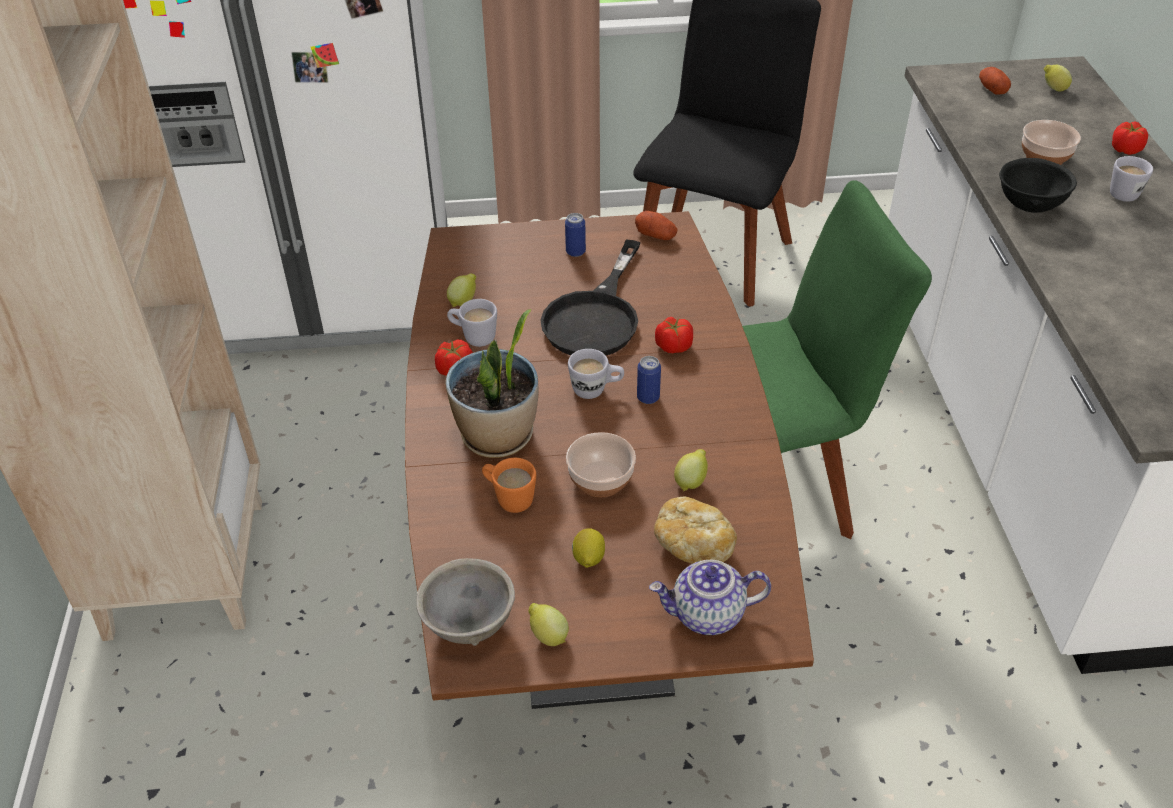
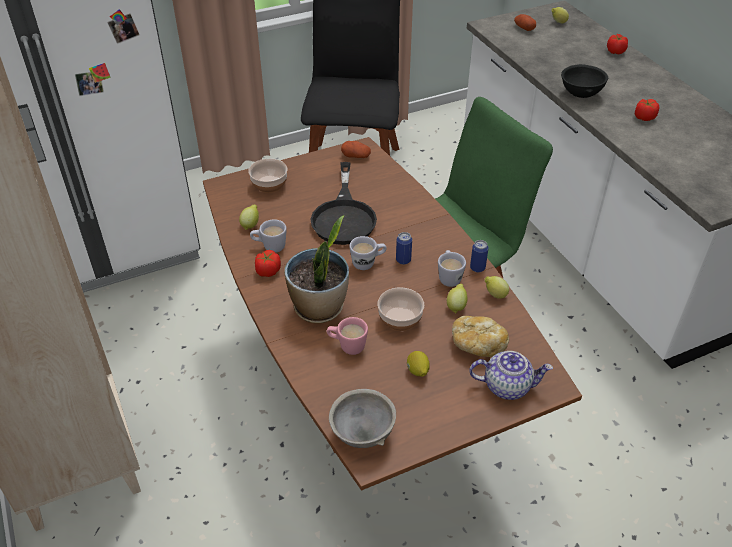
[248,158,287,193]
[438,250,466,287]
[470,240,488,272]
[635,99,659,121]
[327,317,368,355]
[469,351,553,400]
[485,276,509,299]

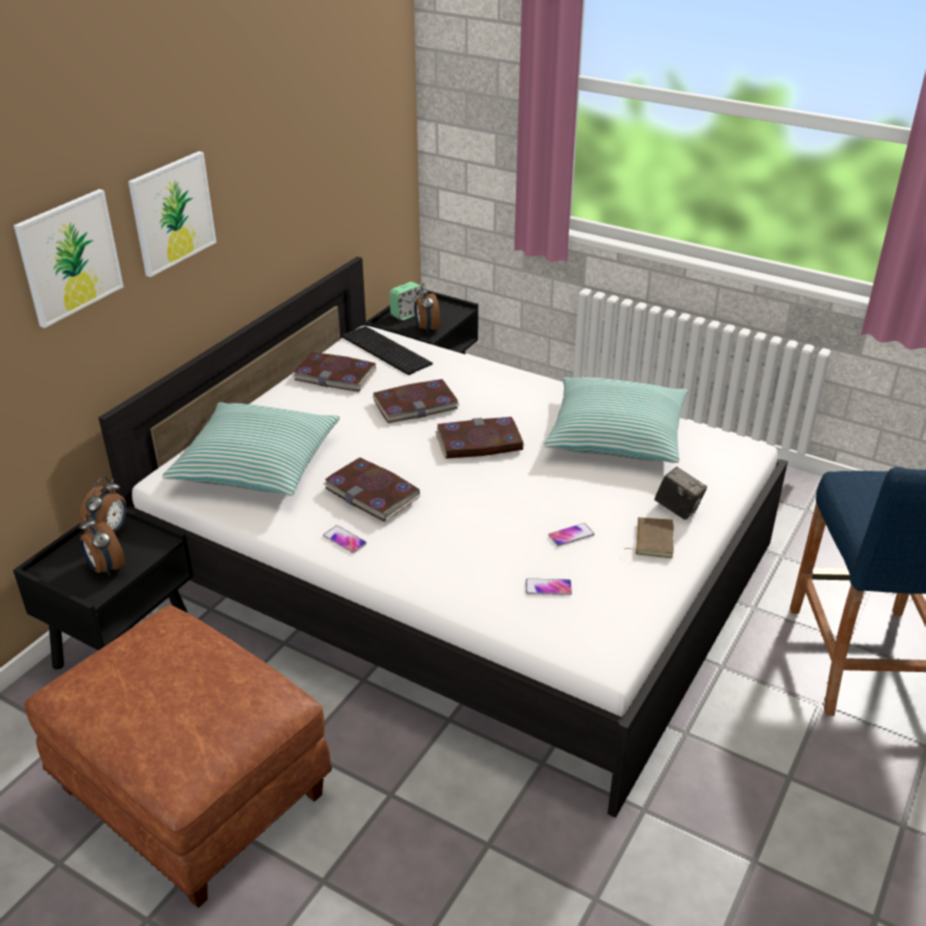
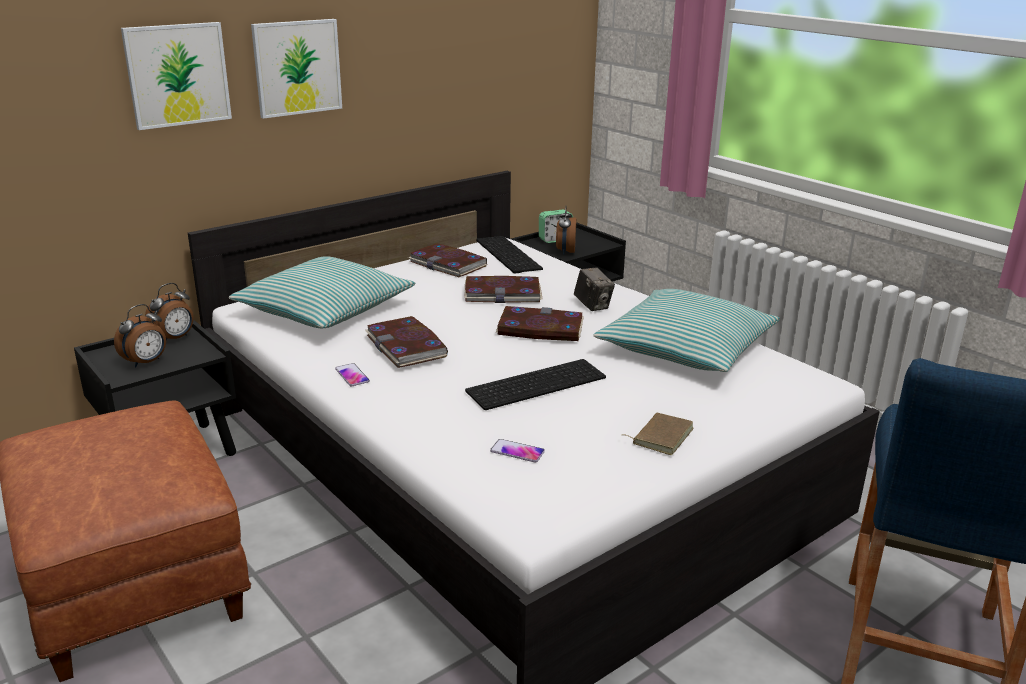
[574,267,615,311]
[114,304,166,367]
[548,523,594,546] (first image)
[465,359,606,410]

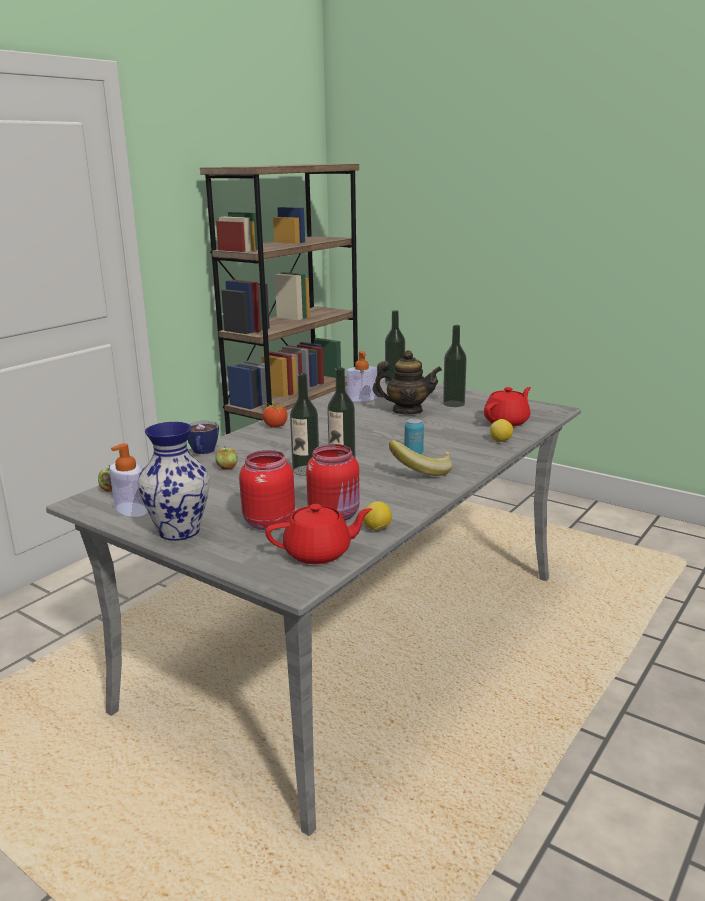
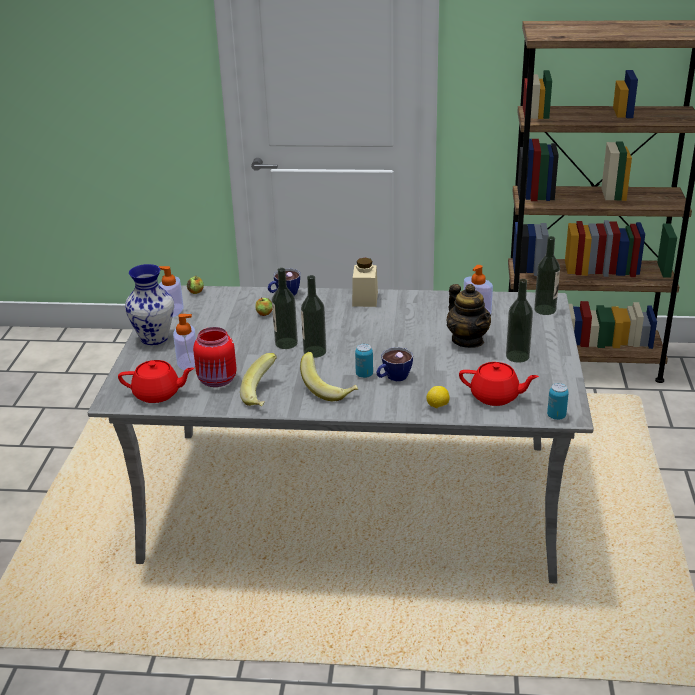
[352,258,378,307]
[173,314,196,370]
[363,502,392,530] (first image)
[118,360,194,403]
[376,347,413,381]
[240,353,277,407]
[547,383,569,420]

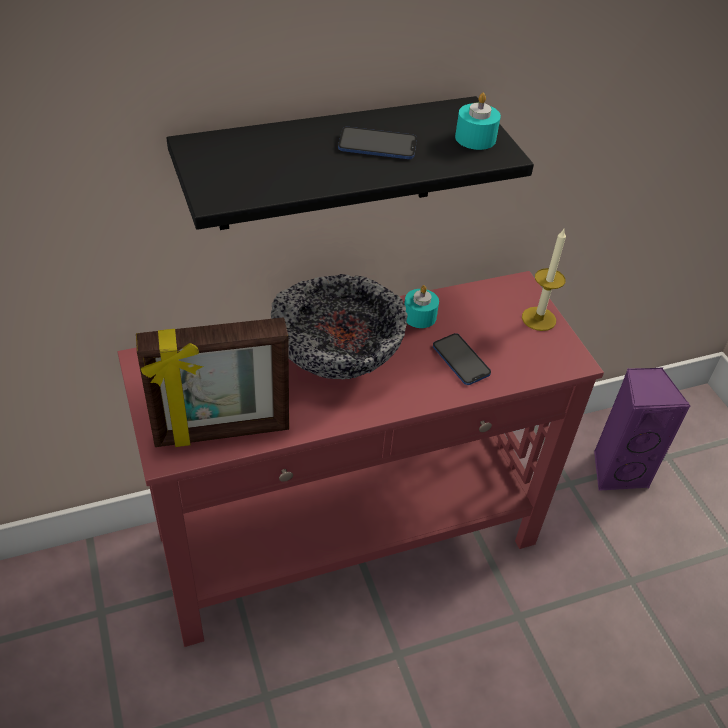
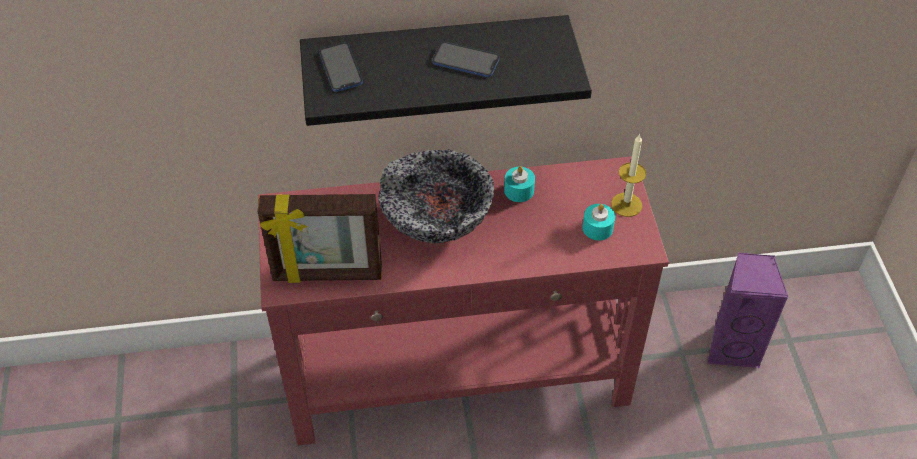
[582,204,615,240]
[319,43,363,92]

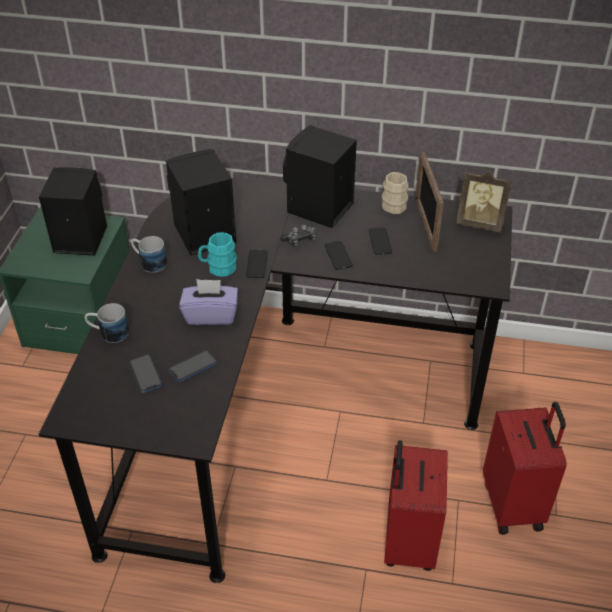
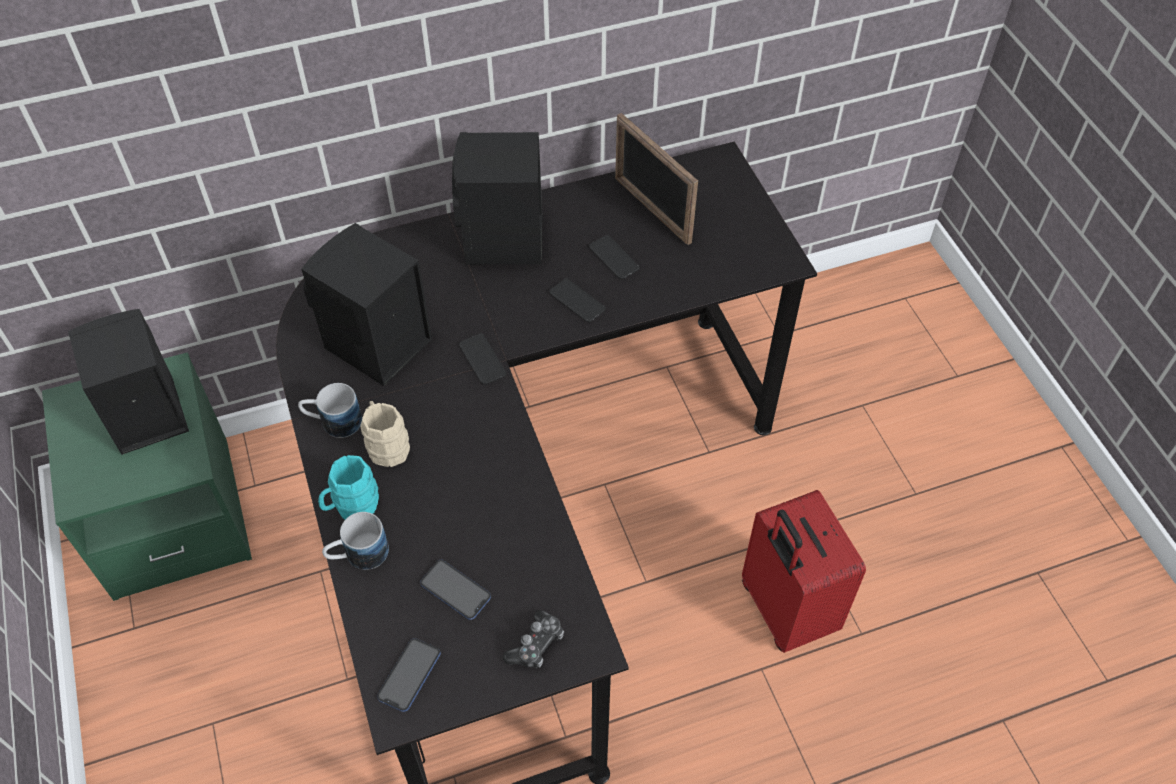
[456,171,512,232] (first image)
[360,401,410,467]
[503,610,564,668]
[318,455,379,519]
[179,279,238,325] (first image)
[377,638,441,712]
[483,402,567,535] (first image)

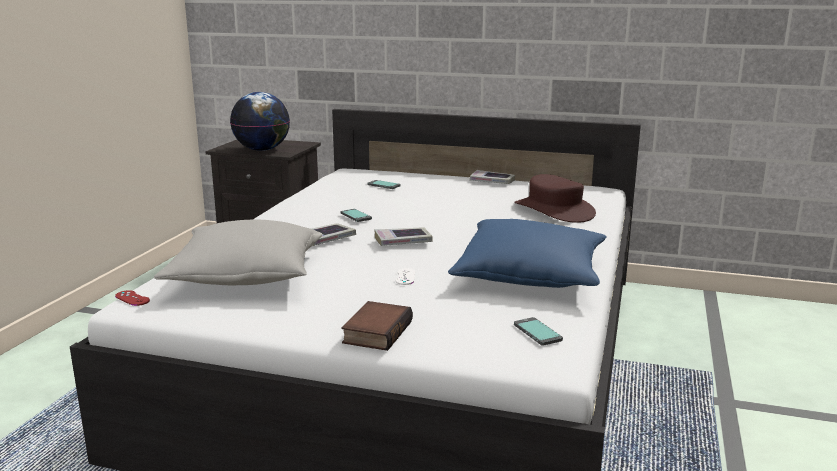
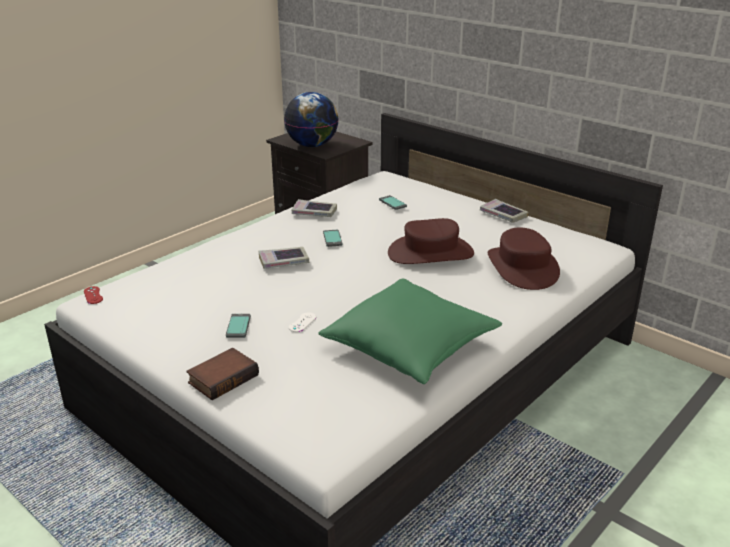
[318,278,502,384]
[154,220,322,285] (first image)
[292,199,337,217]
[226,314,251,338]
[388,218,474,264]

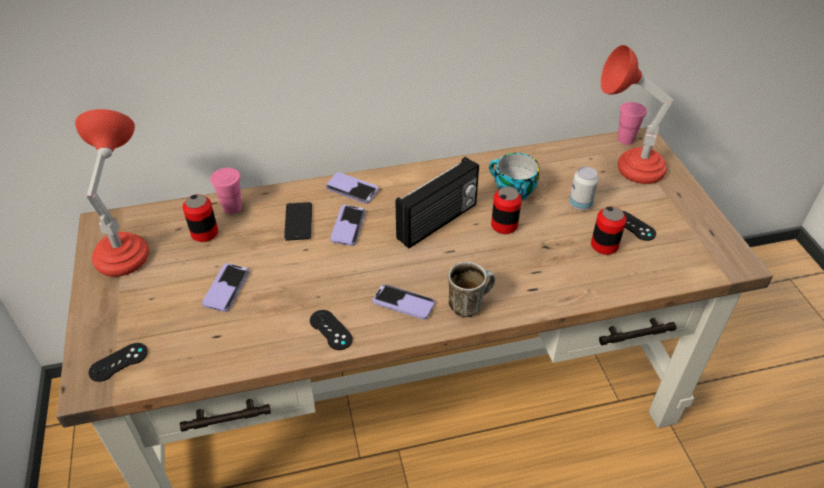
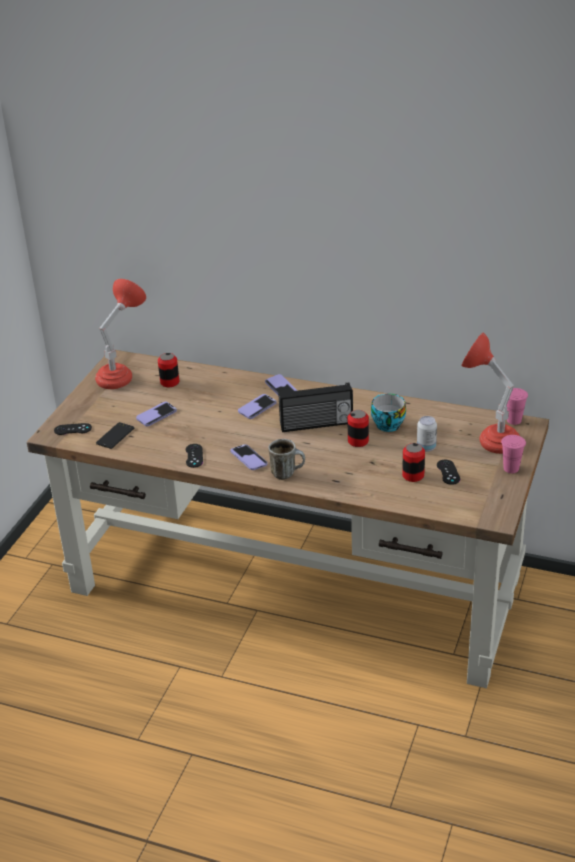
[501,435,526,473]
[96,422,135,449]

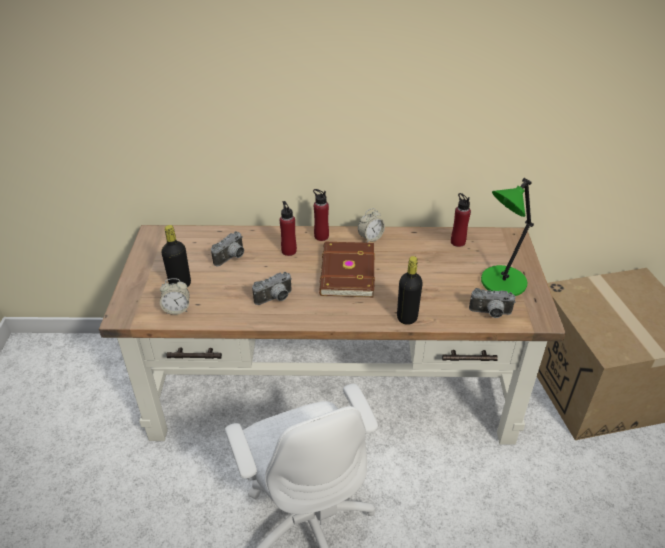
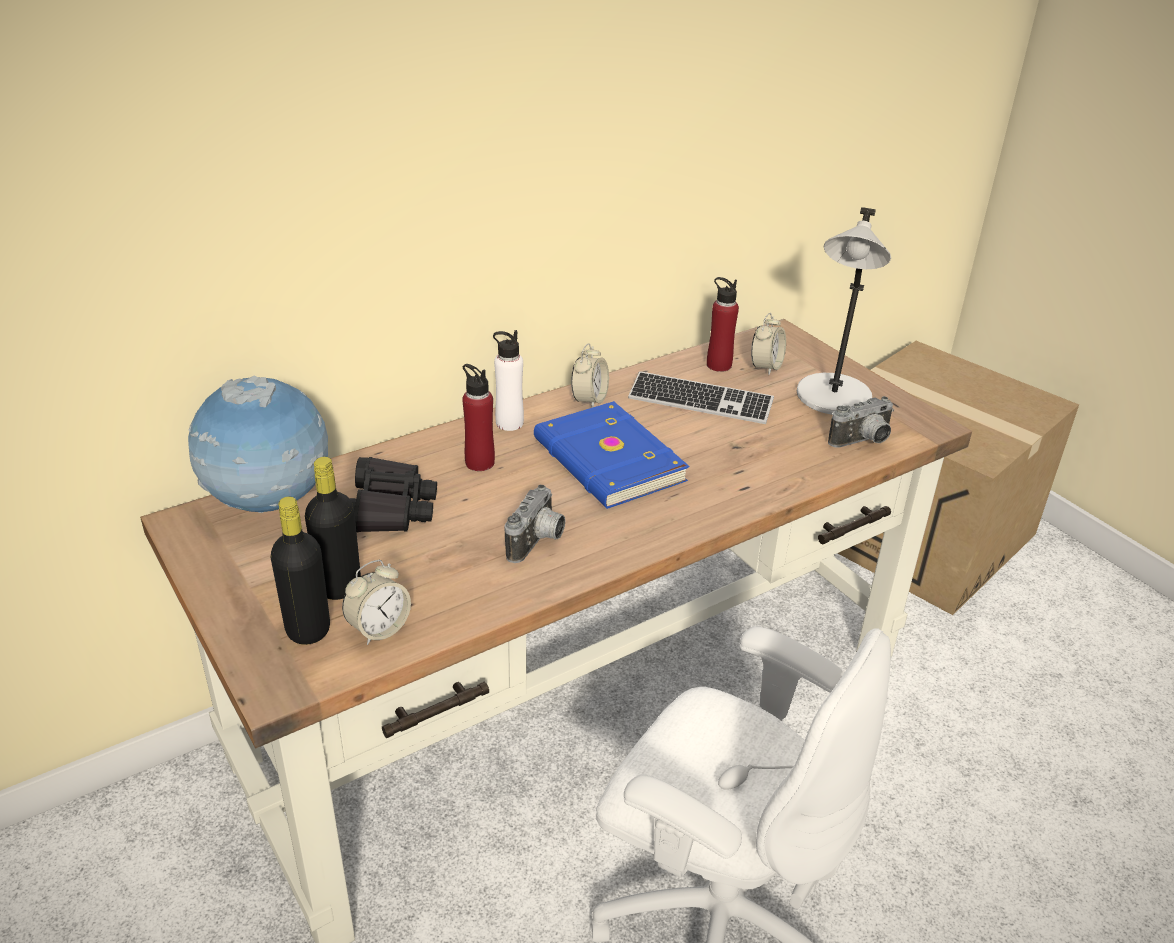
[797,207,891,415]
[493,330,524,431]
[349,457,437,533]
[534,401,689,509]
[271,497,330,645]
[751,313,786,375]
[628,371,774,424]
[188,375,328,513]

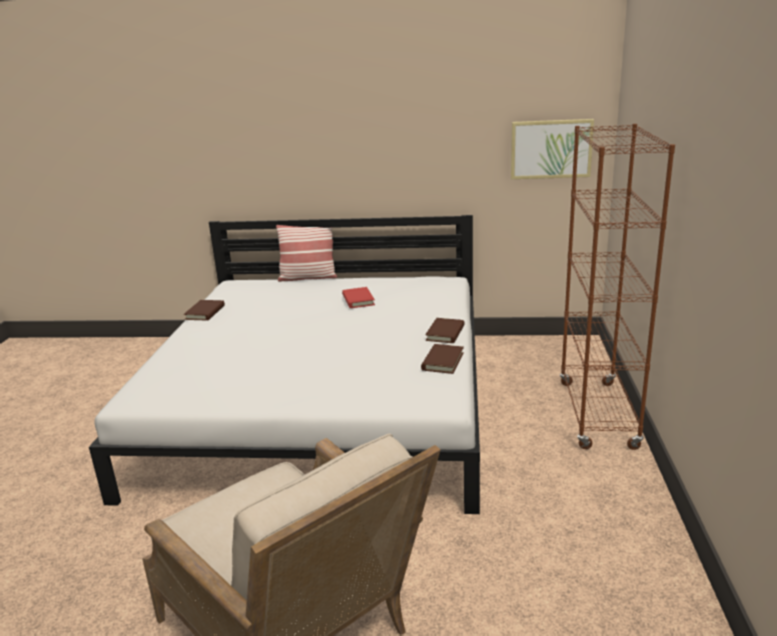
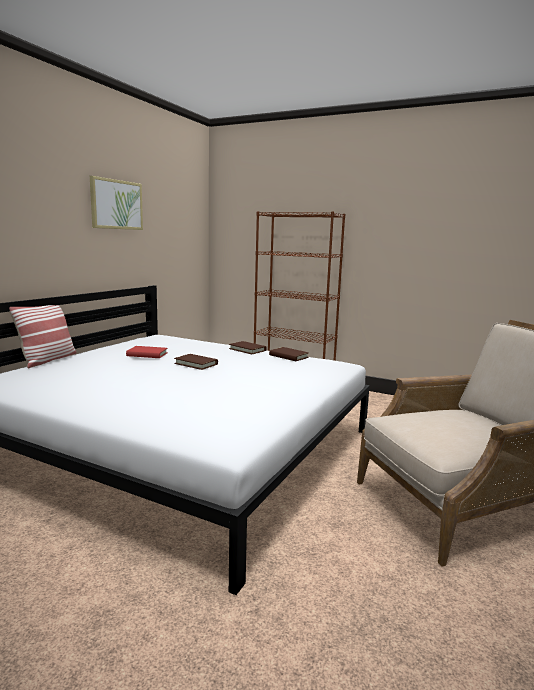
[90,176,143,230]
[174,354,218,370]

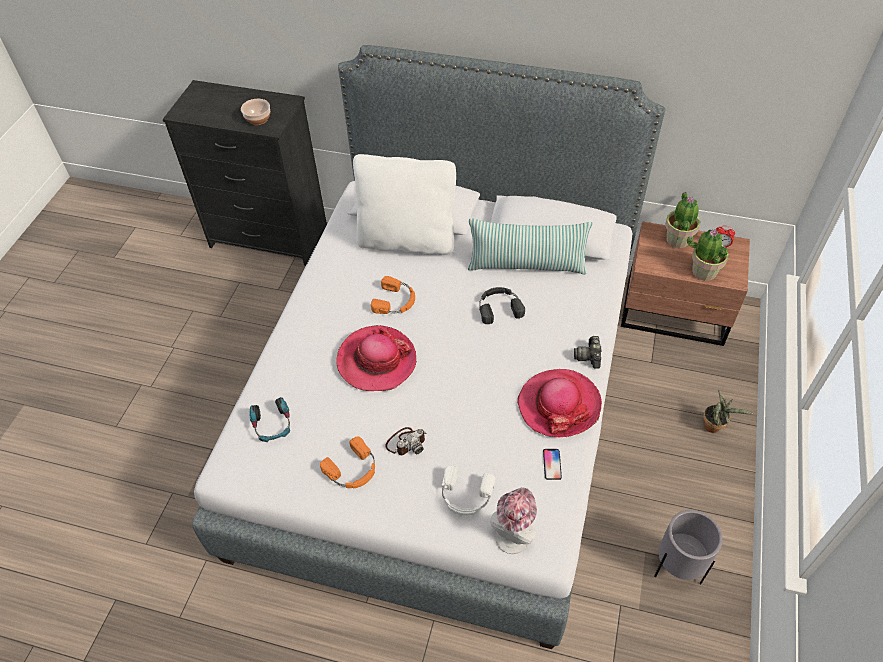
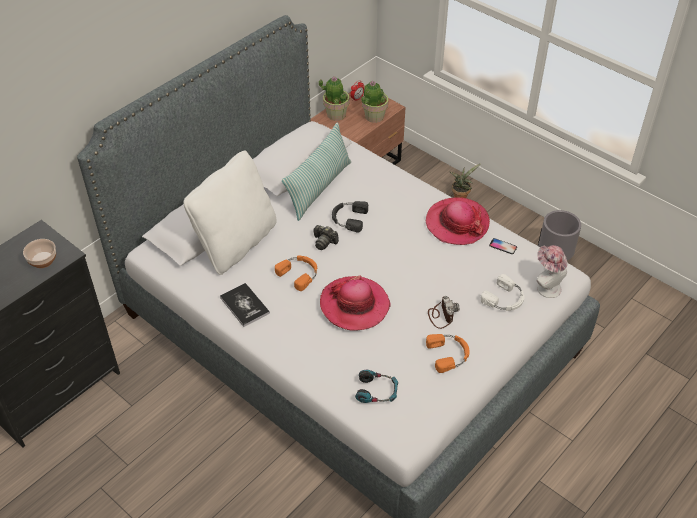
[314,225,339,250]
[220,283,270,327]

